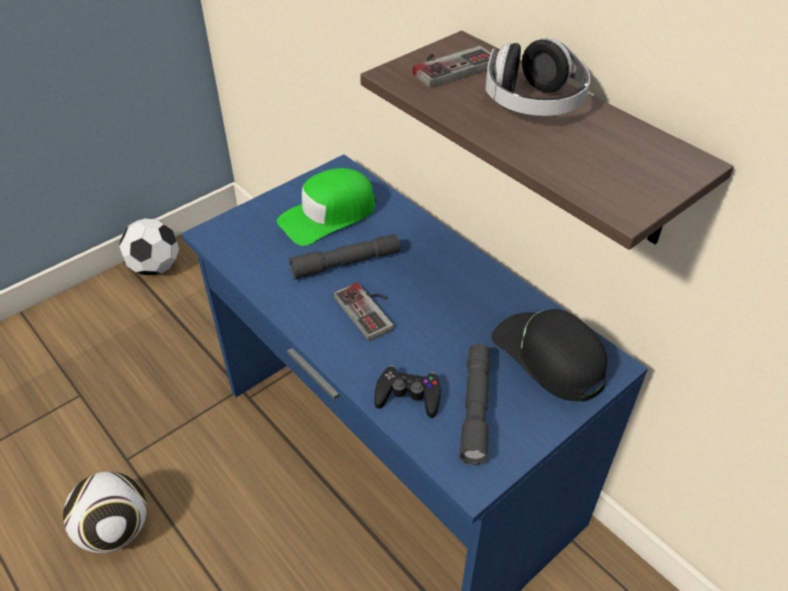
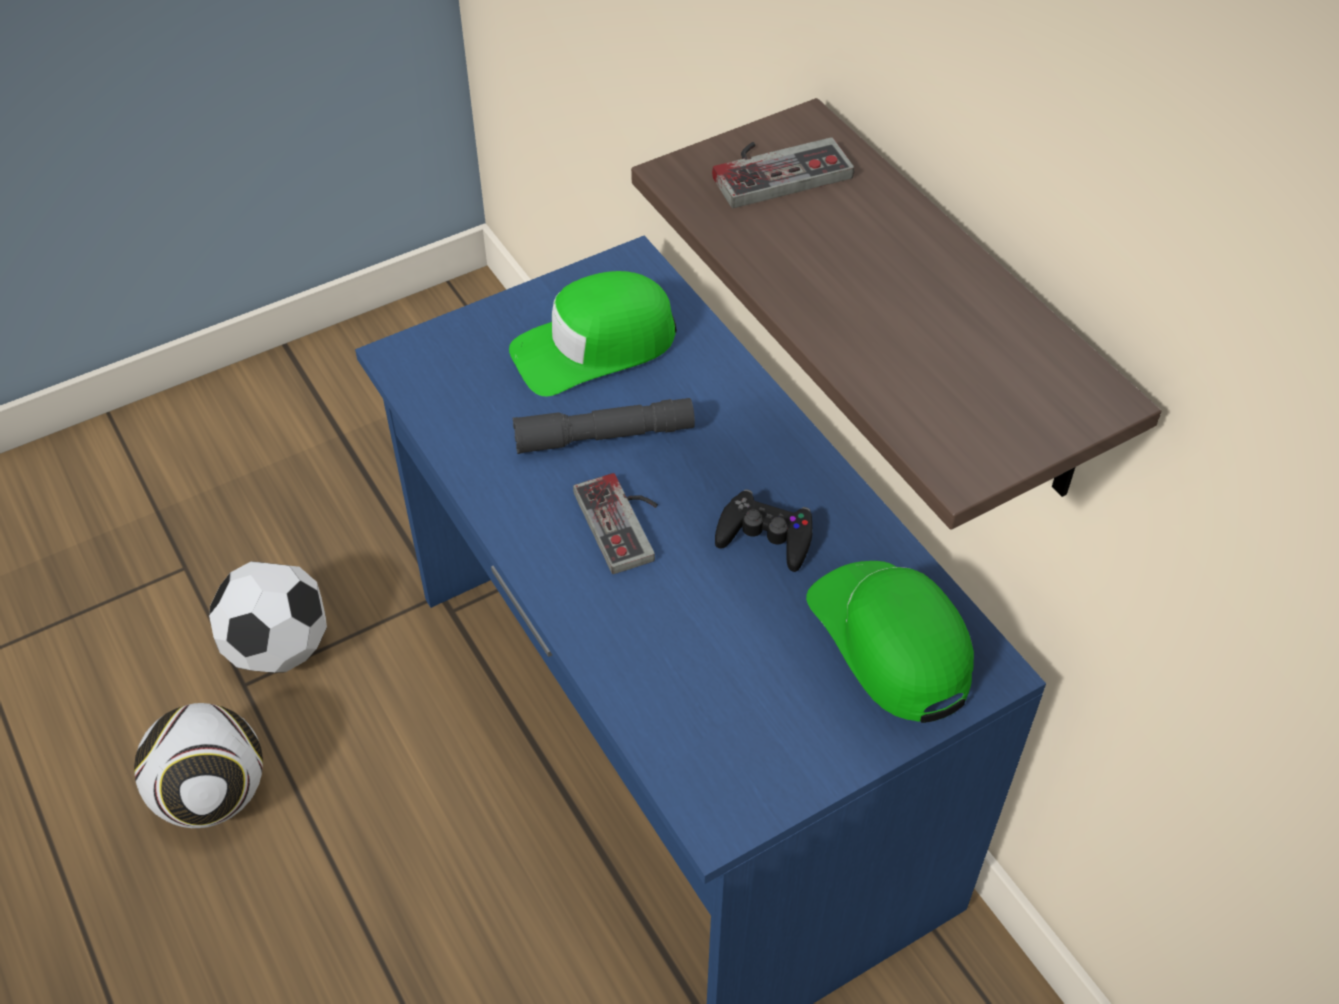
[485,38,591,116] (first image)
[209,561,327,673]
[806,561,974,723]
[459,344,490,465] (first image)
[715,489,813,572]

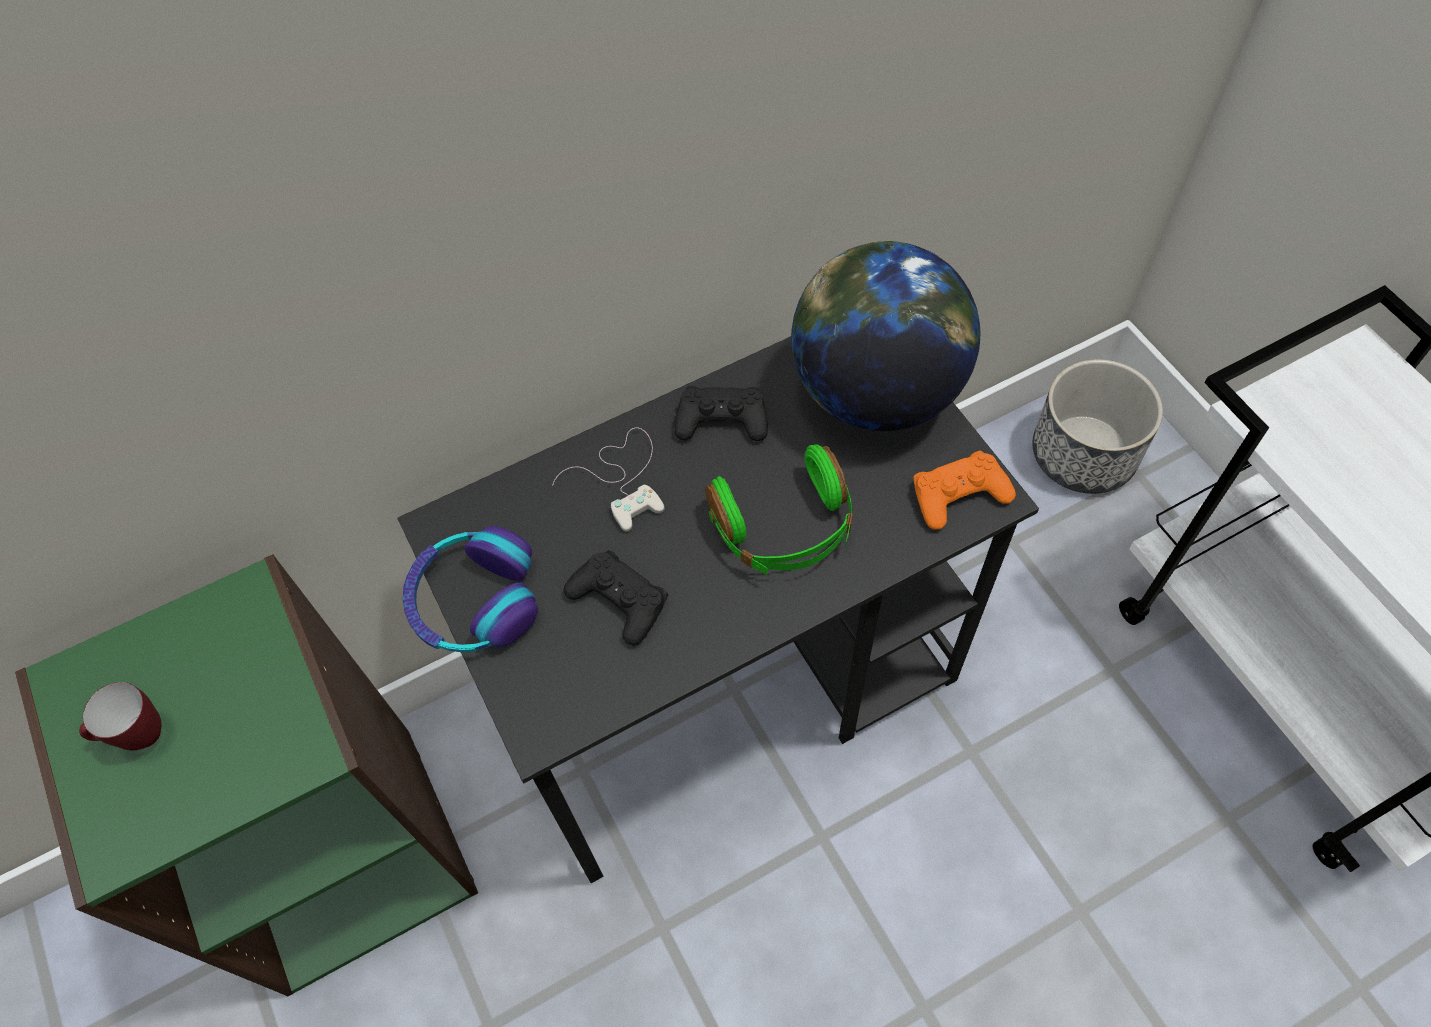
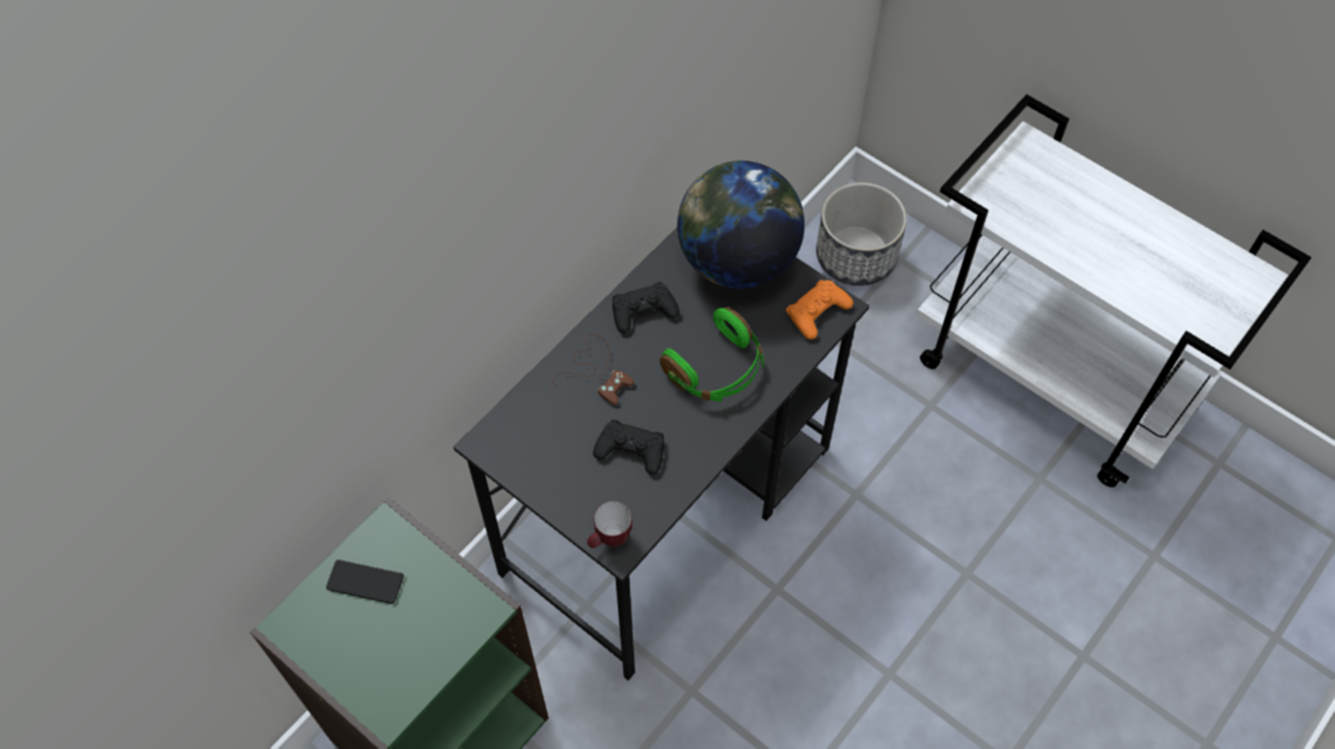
[551,334,634,405]
[403,526,538,652] (first image)
[587,501,632,548]
[326,560,404,604]

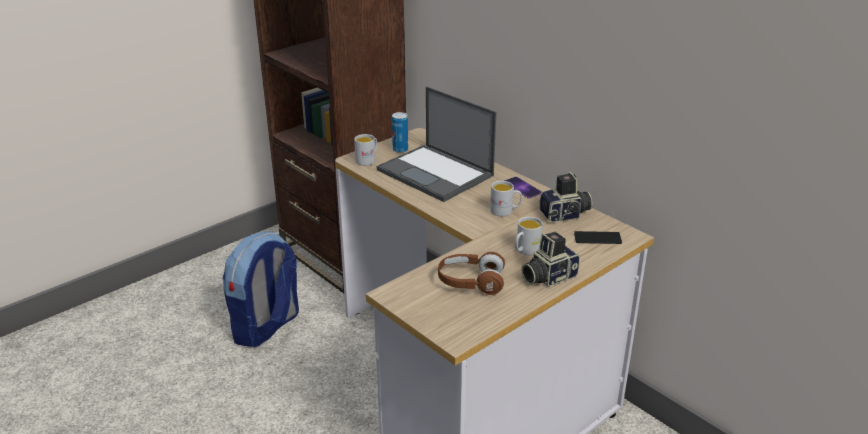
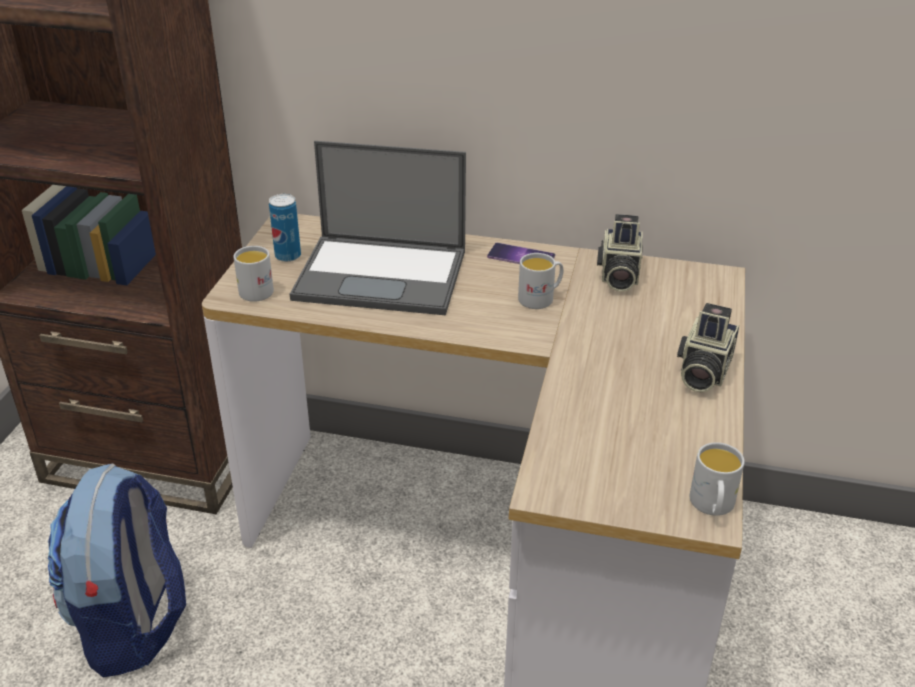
[597,214,643,292]
[690,442,745,516]
[574,231,622,244] (first image)
[438,252,505,295] (first image)

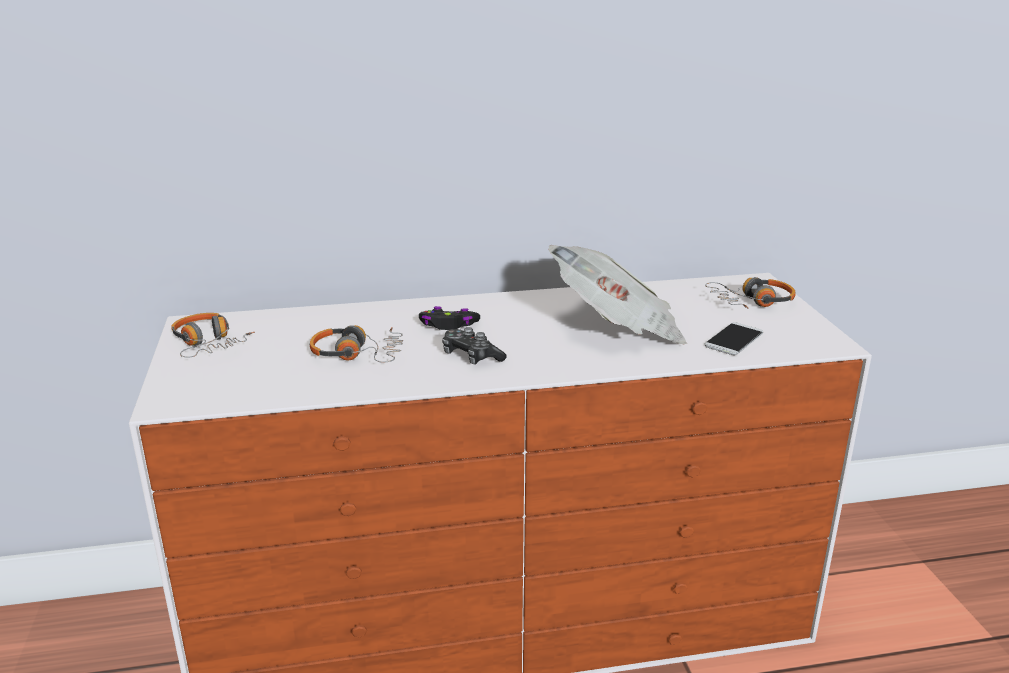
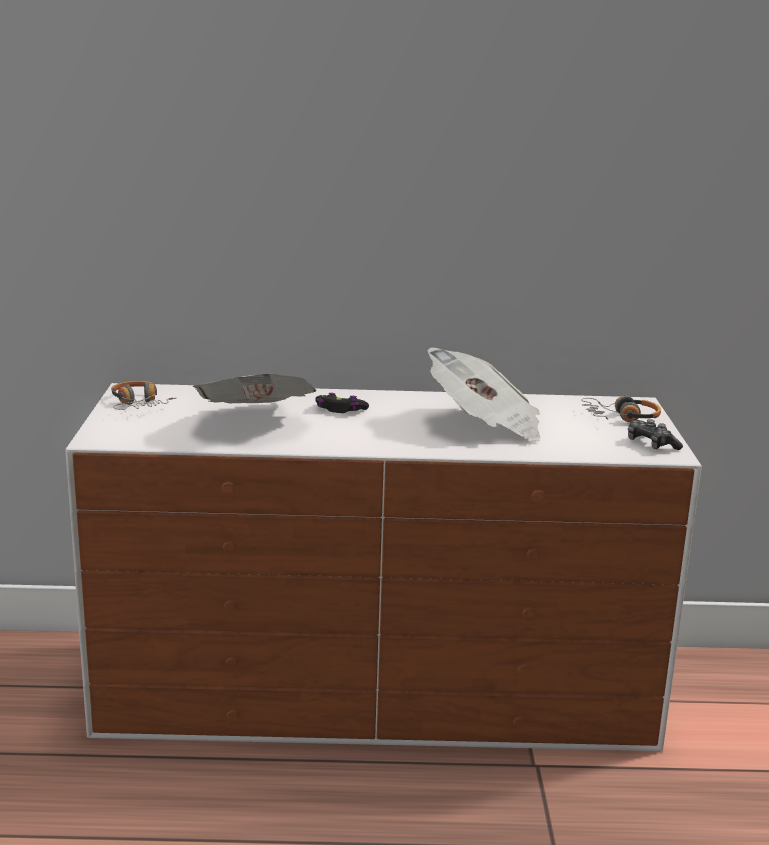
[705,322,763,355] (first image)
[193,374,316,403]
[628,419,683,450]

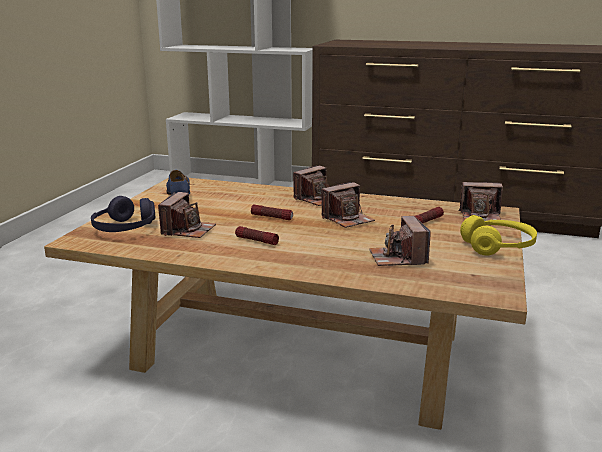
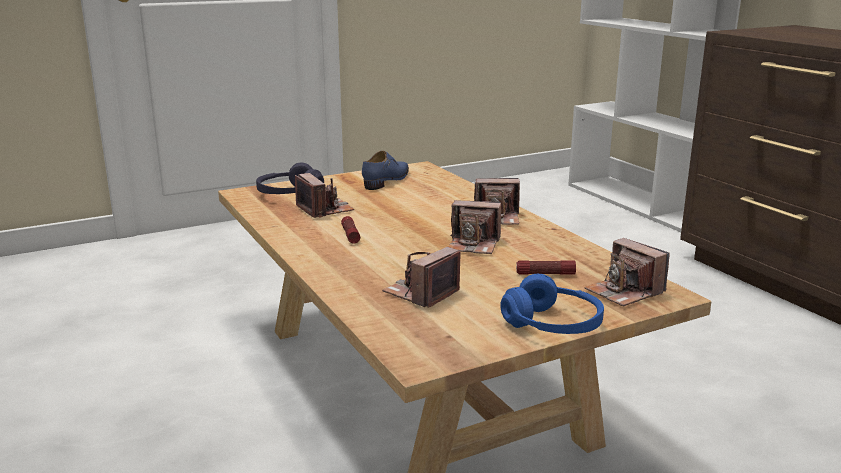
[295,173,354,218]
[251,204,293,220] (first image)
[500,274,604,334]

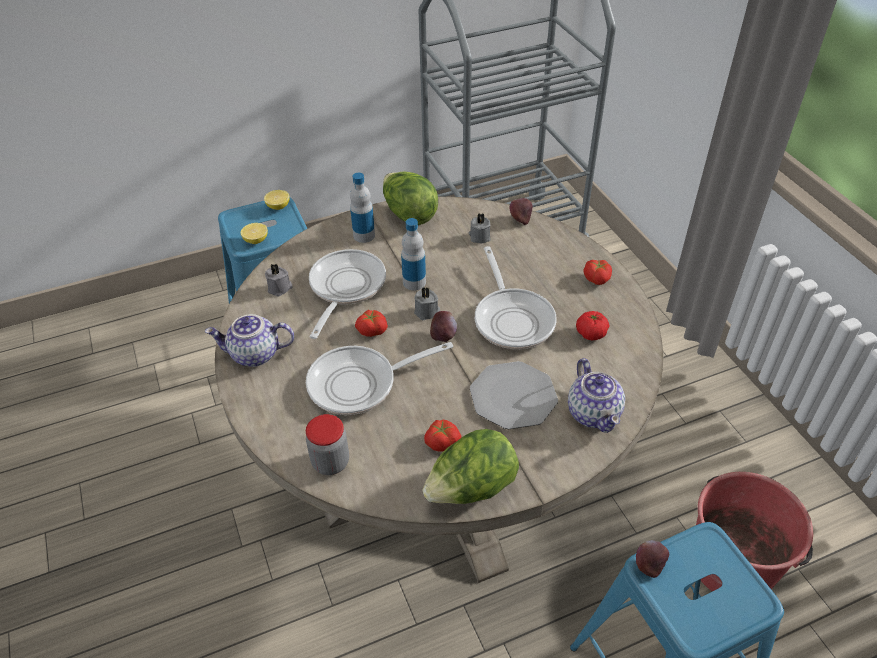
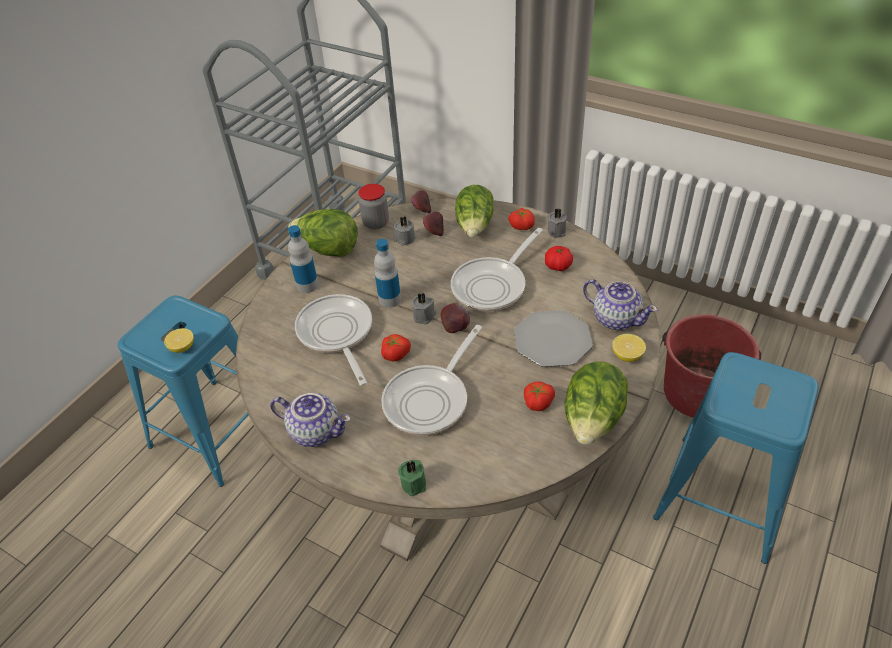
[612,334,646,362]
[451,228,543,311]
[547,208,567,238]
[270,393,351,447]
[358,184,389,229]
[423,212,444,236]
[455,185,493,238]
[398,460,426,496]

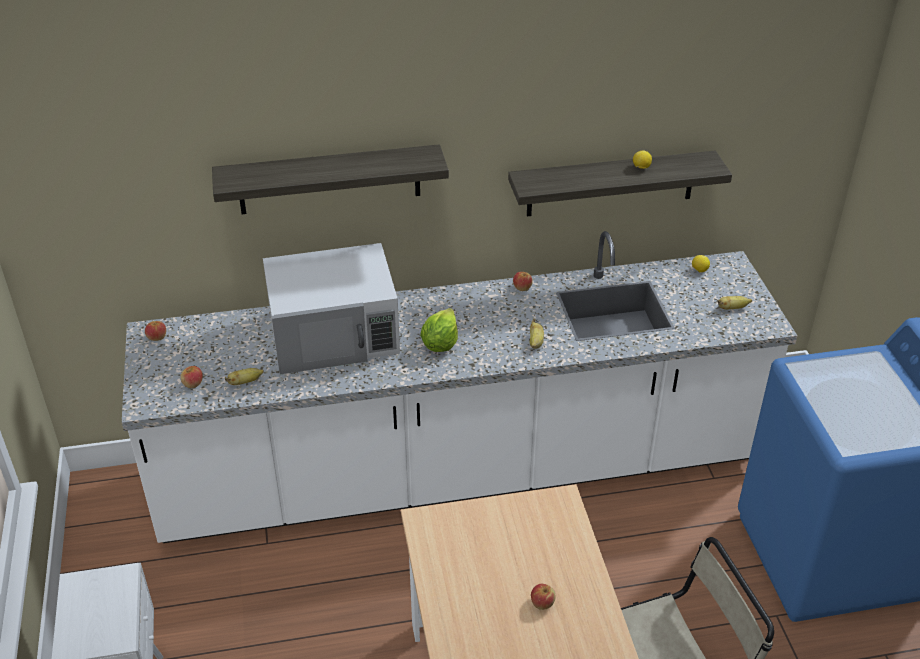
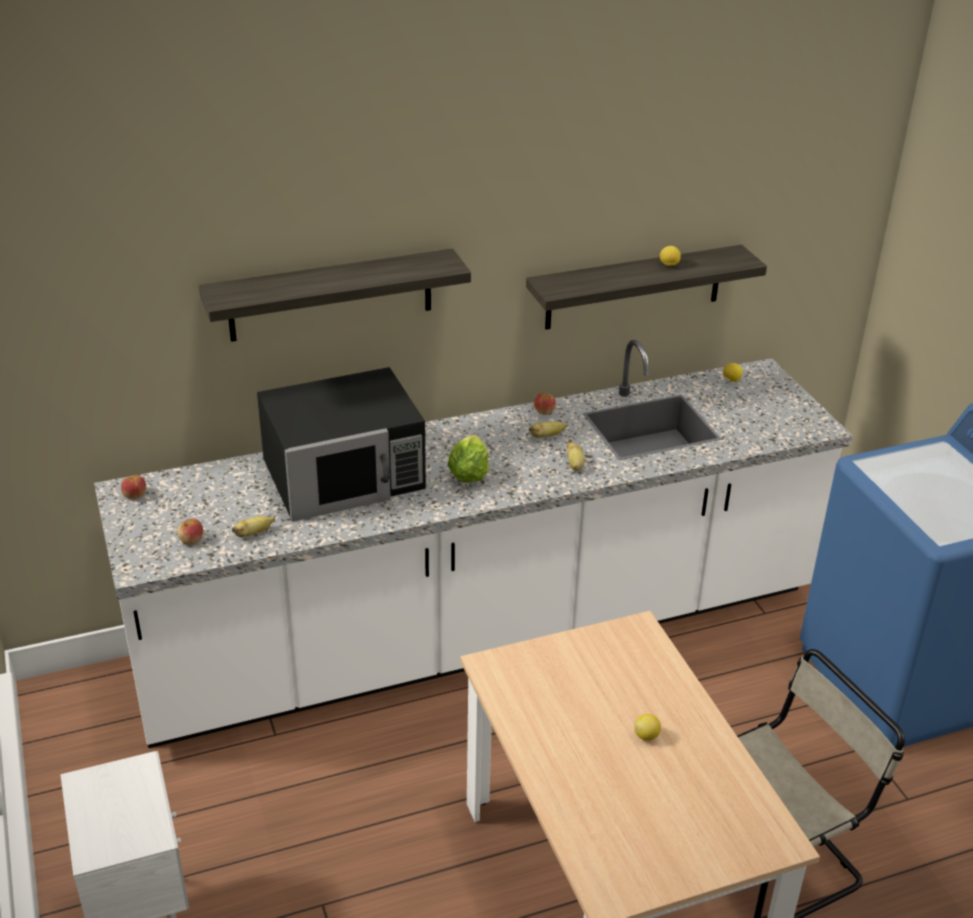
[257,367,426,522]
[529,421,567,437]
[634,714,661,741]

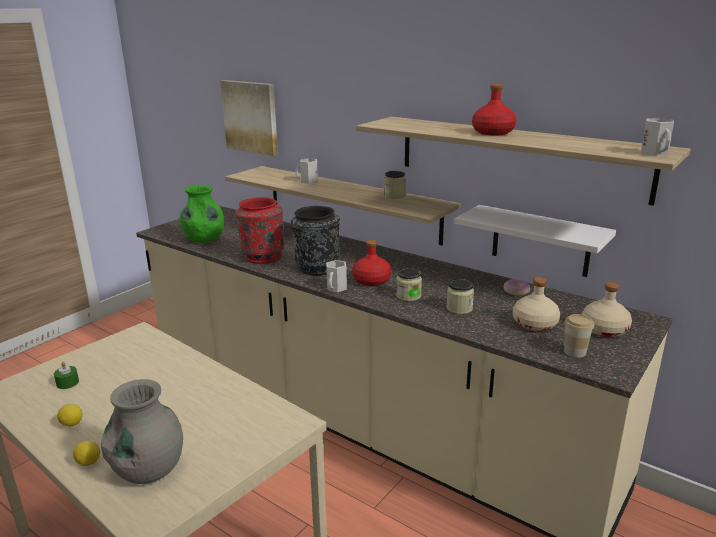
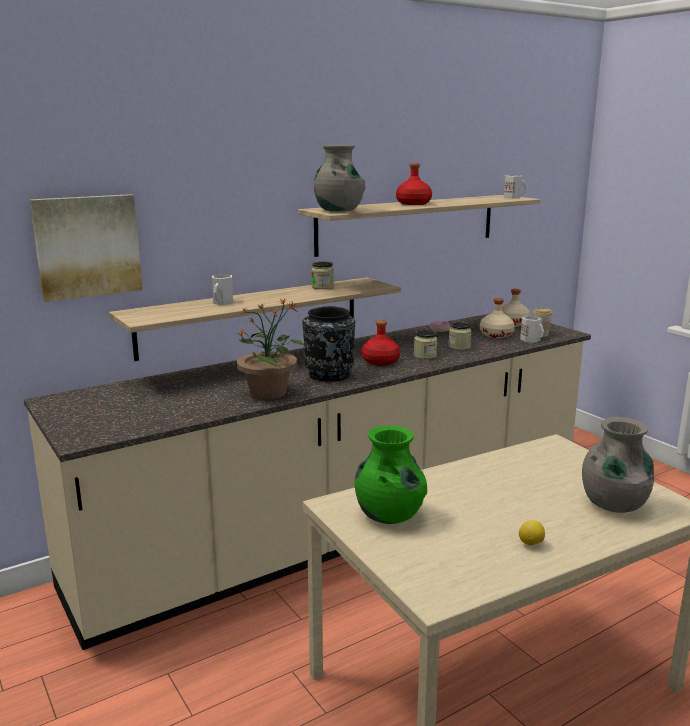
[355,425,427,524]
[237,298,305,399]
[454,205,616,277] (first image)
[520,316,544,343]
[54,362,79,389] (first image)
[73,440,100,466] (first image)
[314,145,366,212]

